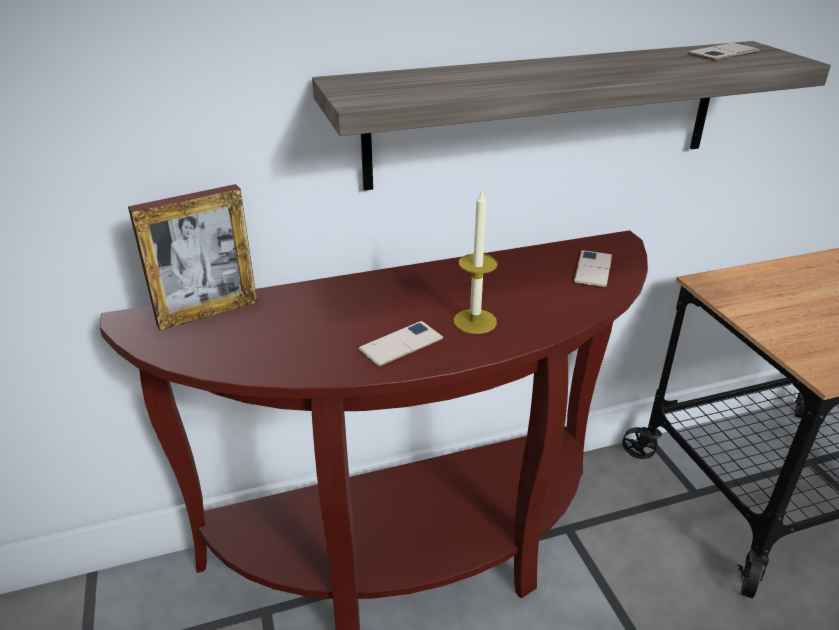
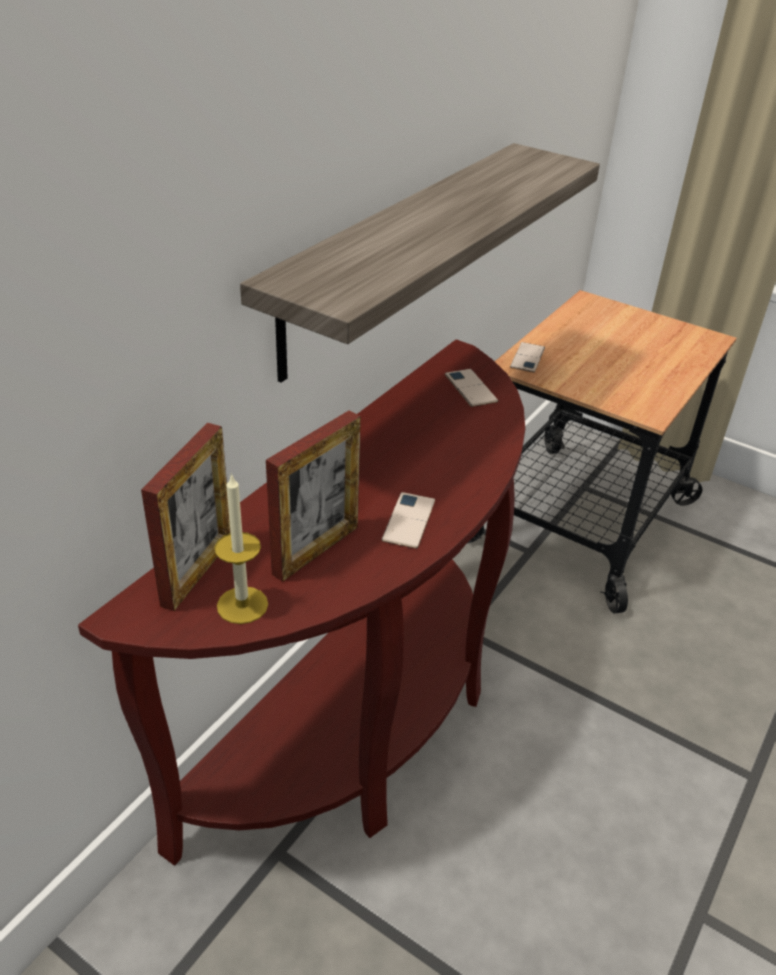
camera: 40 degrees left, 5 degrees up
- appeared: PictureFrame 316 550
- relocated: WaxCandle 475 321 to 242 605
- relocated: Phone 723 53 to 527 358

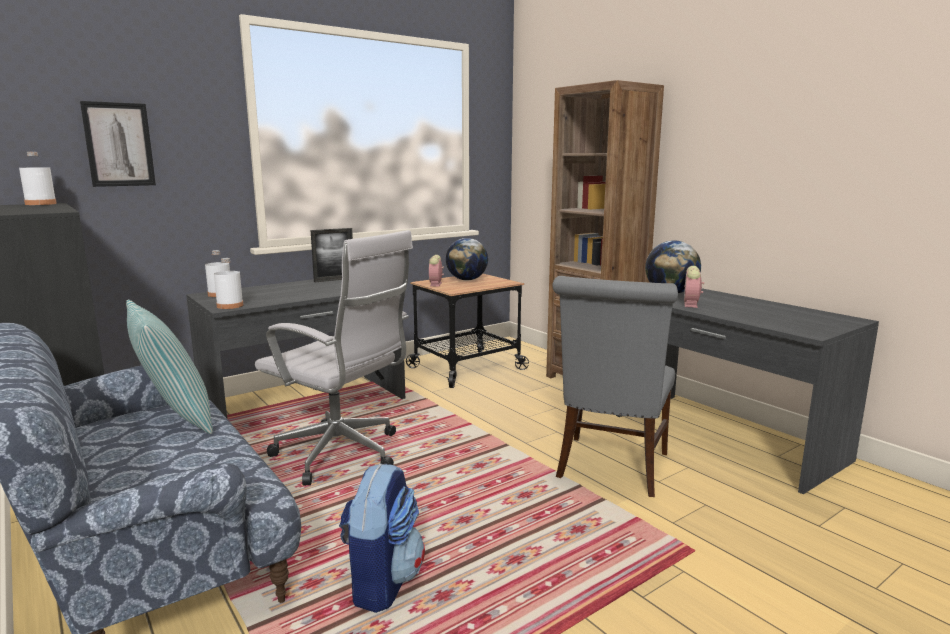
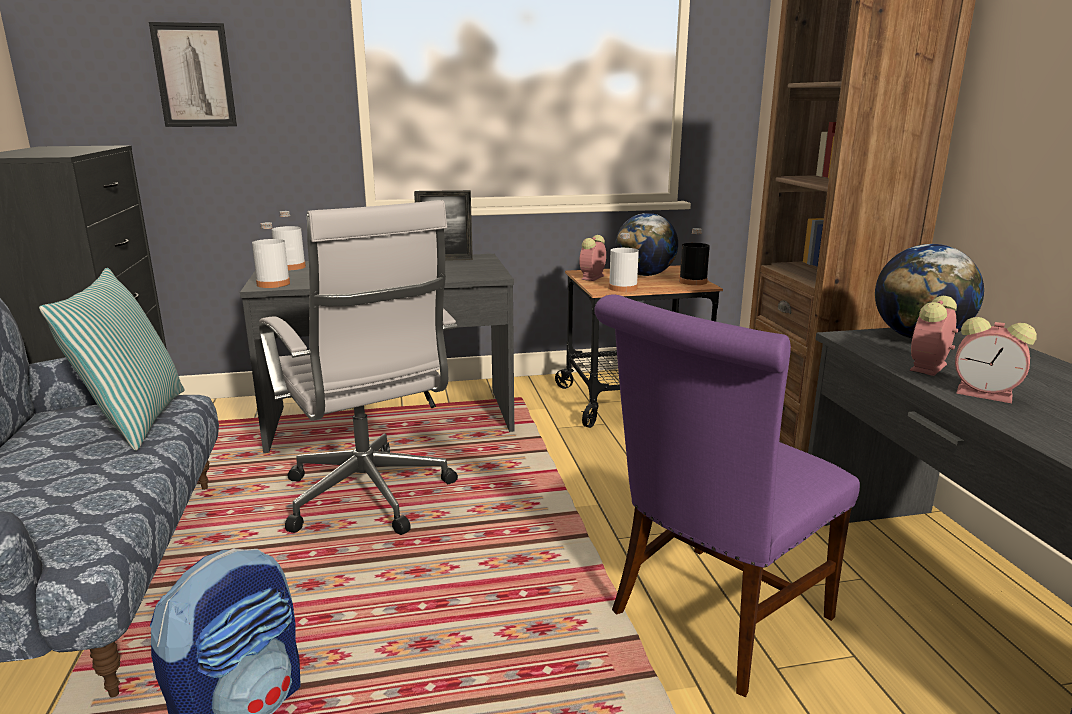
camera: 25 degrees right, 5 degrees up
- appeared: BlackColouredBeverageBottle 693 282
- appeared: AlarmClock 986 394
- relocated: WhiteBeverageBottle 41 204 to 623 288
- colour: GrayUprightChair 610 469 to PurpleUprightChair 712 620

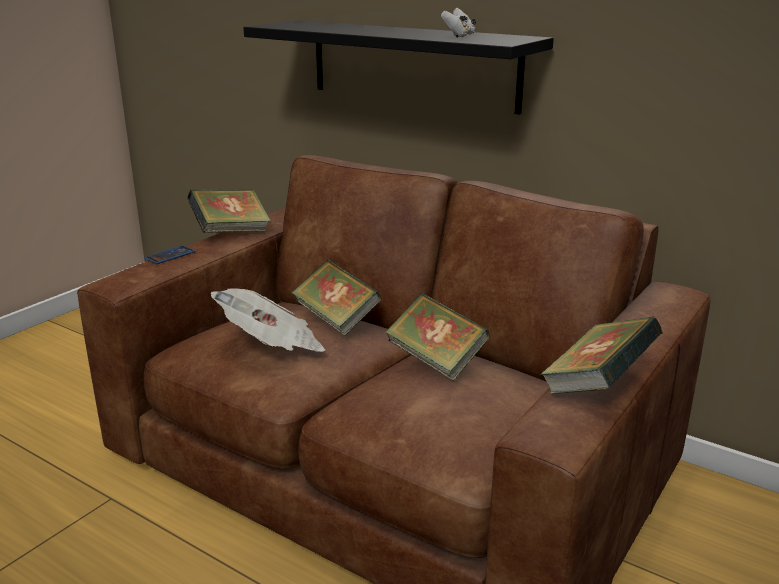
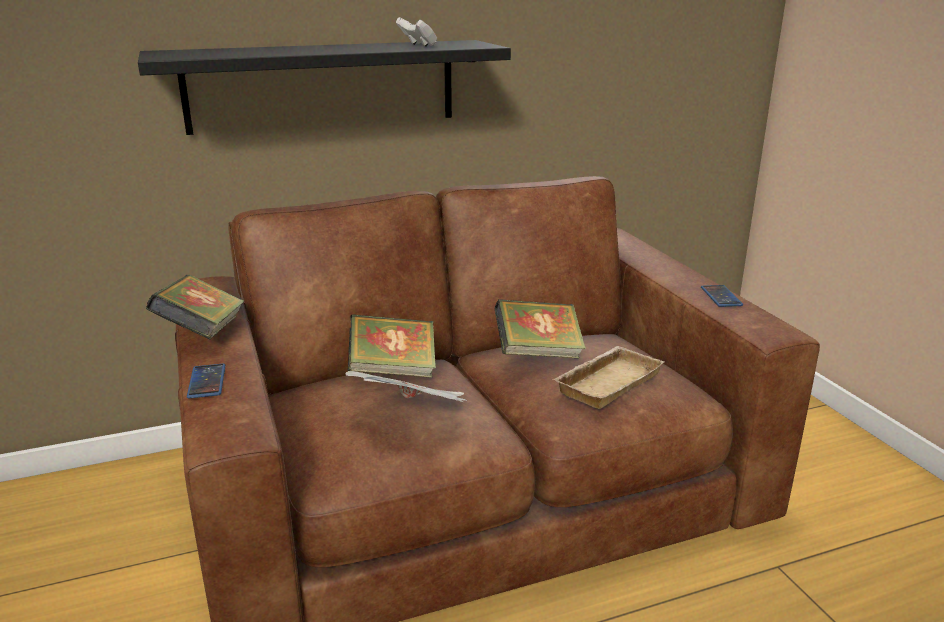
camera: 55 degrees left, 0 degrees up
- appeared: BeigeCarryingTray 606 382
- exchanged: BoundBook 597 386 to Phone 721 296

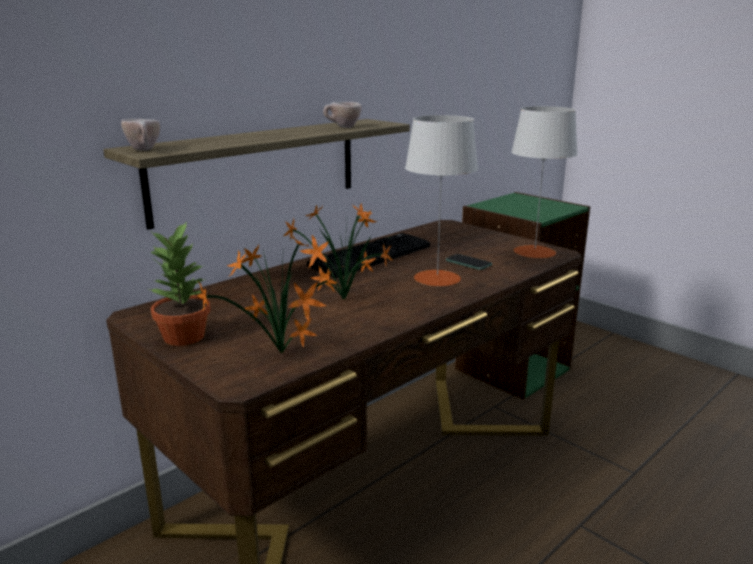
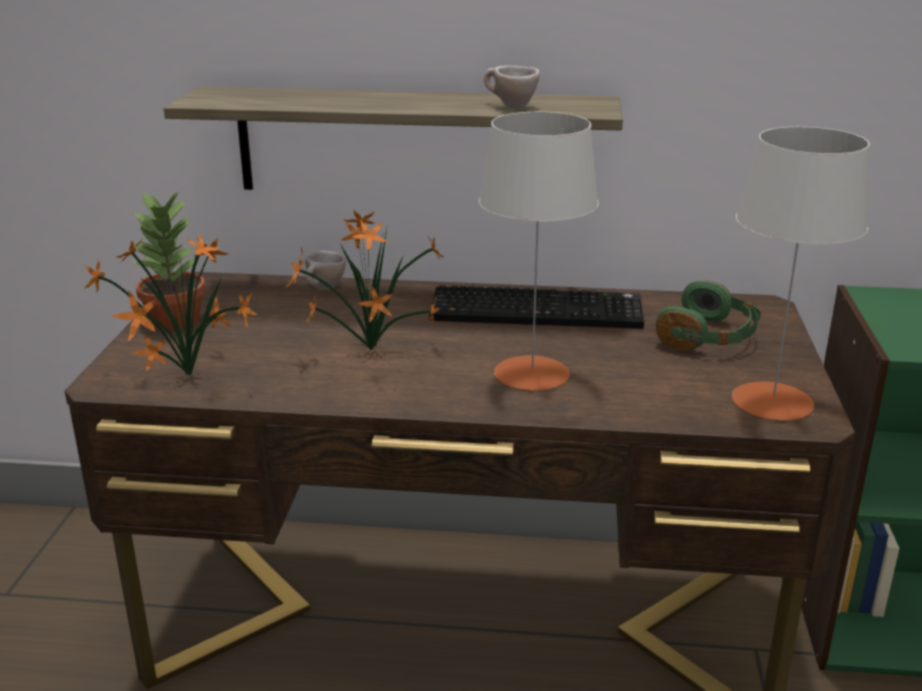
camera: 50 degrees right, 5 degrees up
- missing: Phone 468 263
- appeared: GreenPairOfHeadphones 709 337
- relocated: BeigeCup 145 150 to 324 289

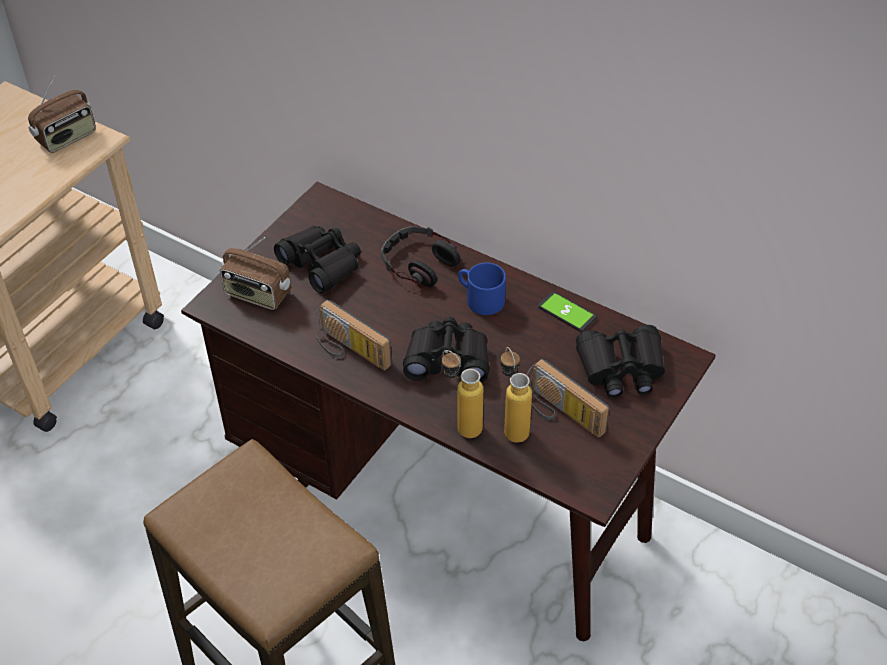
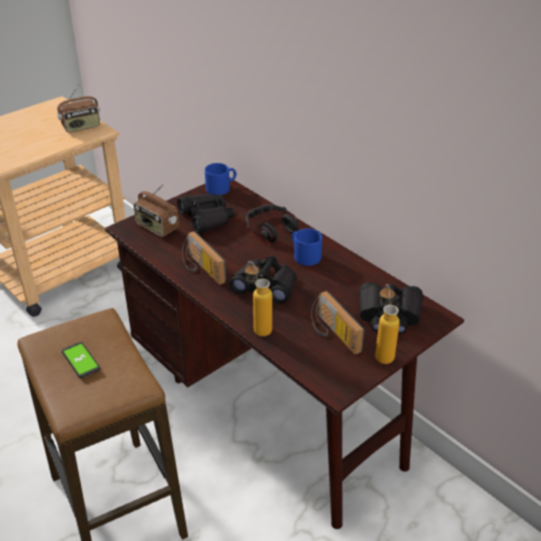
camera: 15 degrees right, 10 degrees down
- appeared: BlueMug 221 187
- relocated: BeverageBottle 512 426 to 382 352
- relocated: Phone 567 312 to 81 360

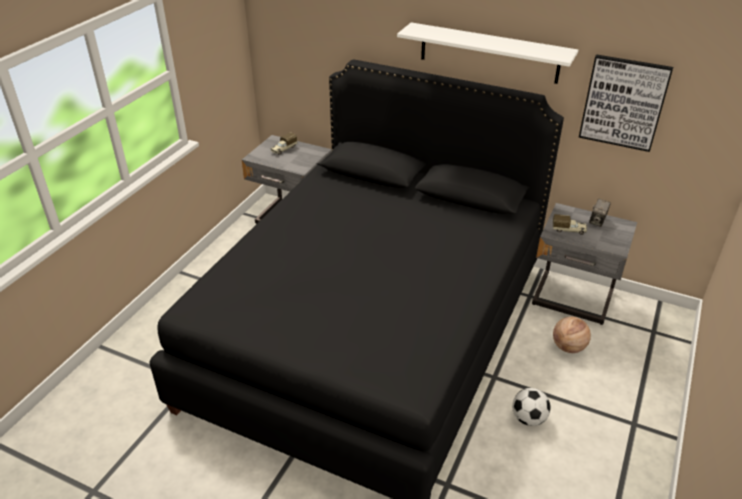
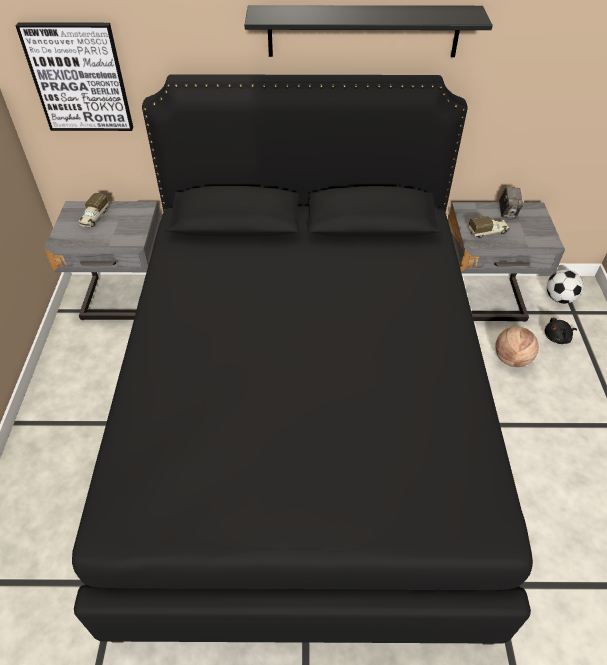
camera: 25 degrees left, 10 degrees up
- appeared: BlackColouredSoftToy 557 338
- relocated: FootballBall 528 418 to 559 298
- relocated: Picture 623 102 to 79 78
- colour: WhiteBracketShelf 489 53 to BlackColouredBracketShelf 363 31

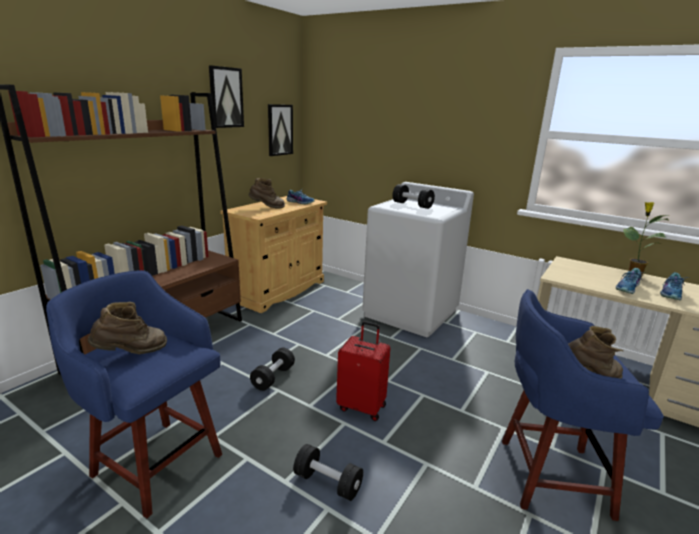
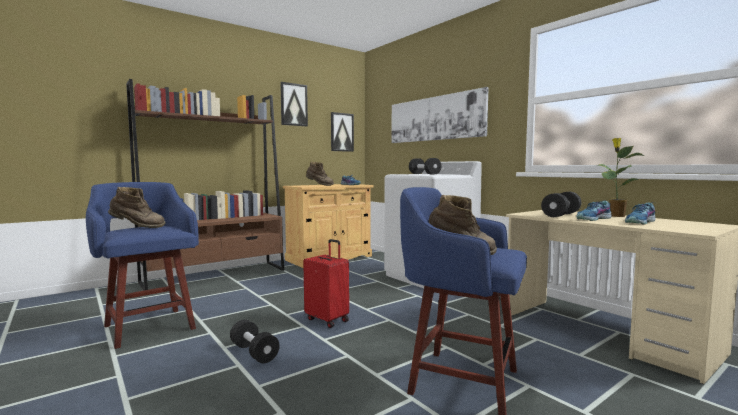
camera: 20 degrees right, 15 degrees down
- appeared: Picture 434 118
- relocated: BlackColouredHandWeight 273 377 to 561 215

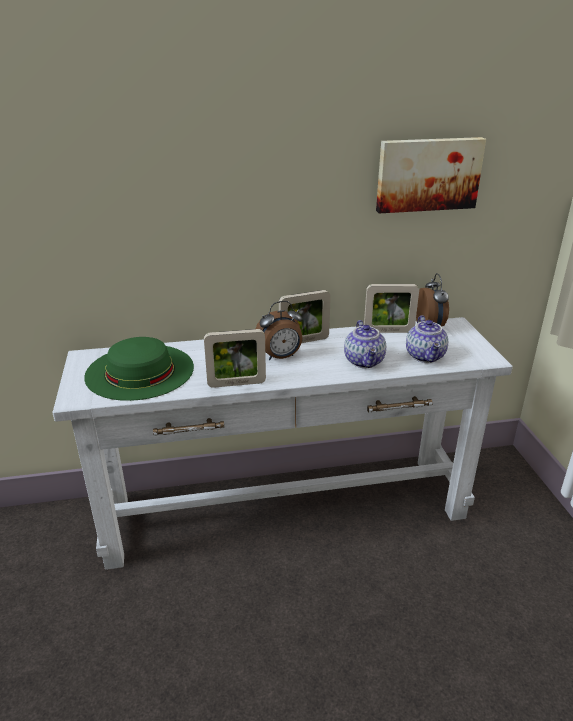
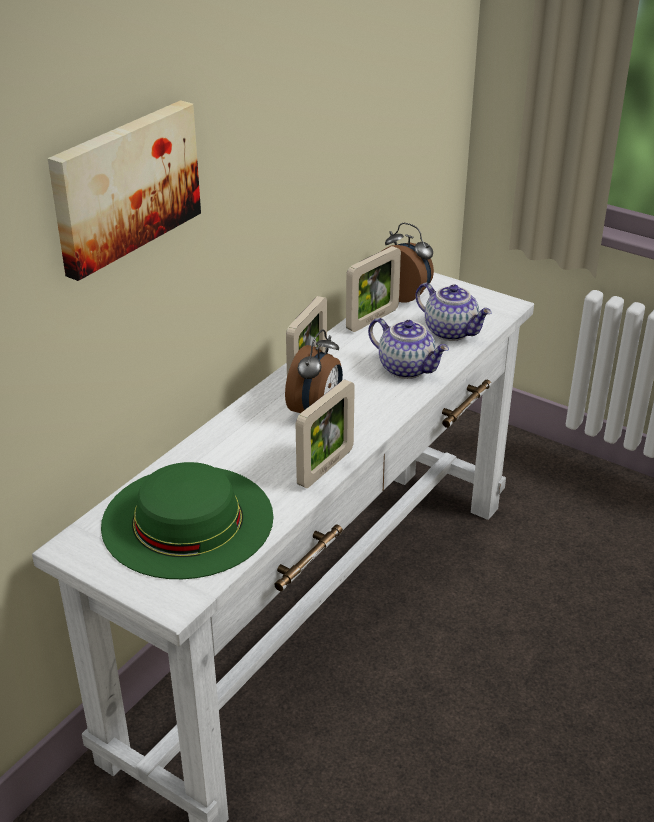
camera: 45 degrees left, 5 degrees up
- relocated: Picture 428 174 to 124 186

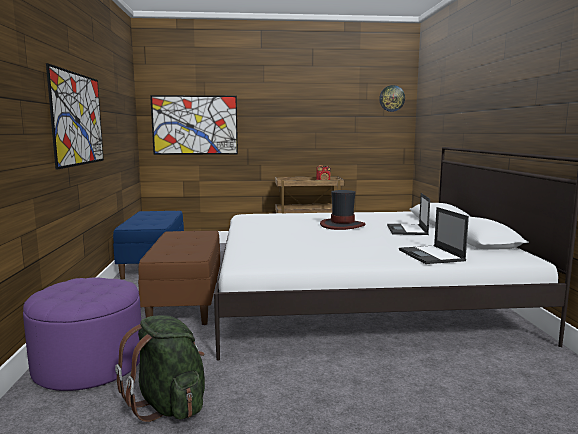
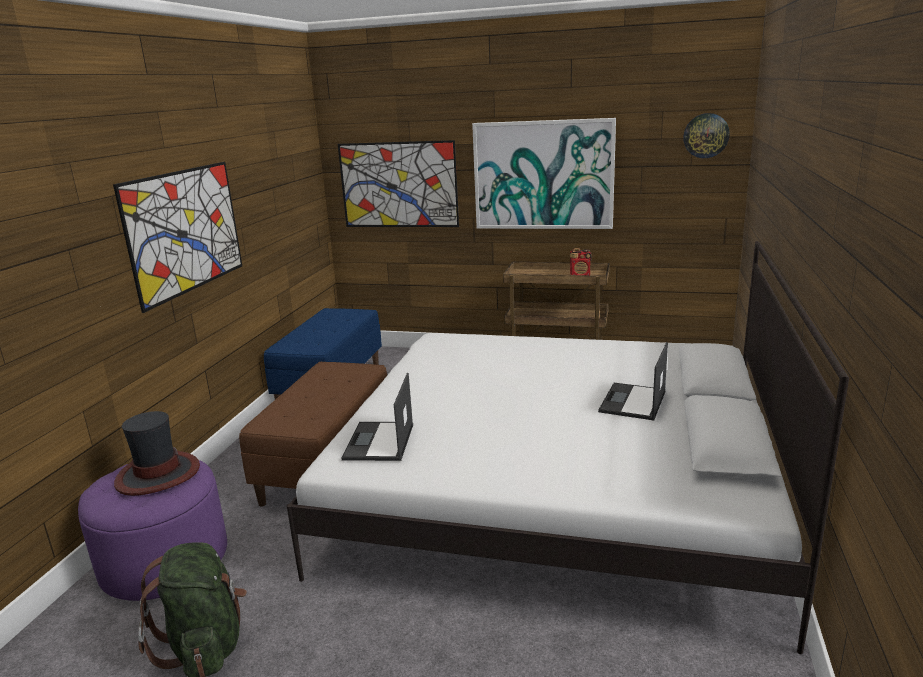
camera: 20 degrees right, 10 degrees up
- appeared: Picture 543 175
- relocated: WearableHat 342 225 to 157 475
- relocated: Laptop 431 255 to 379 442

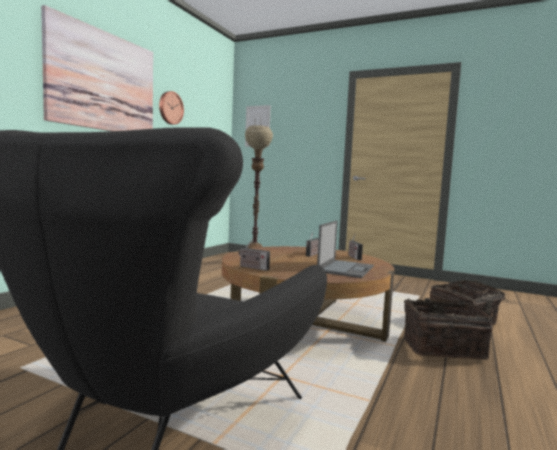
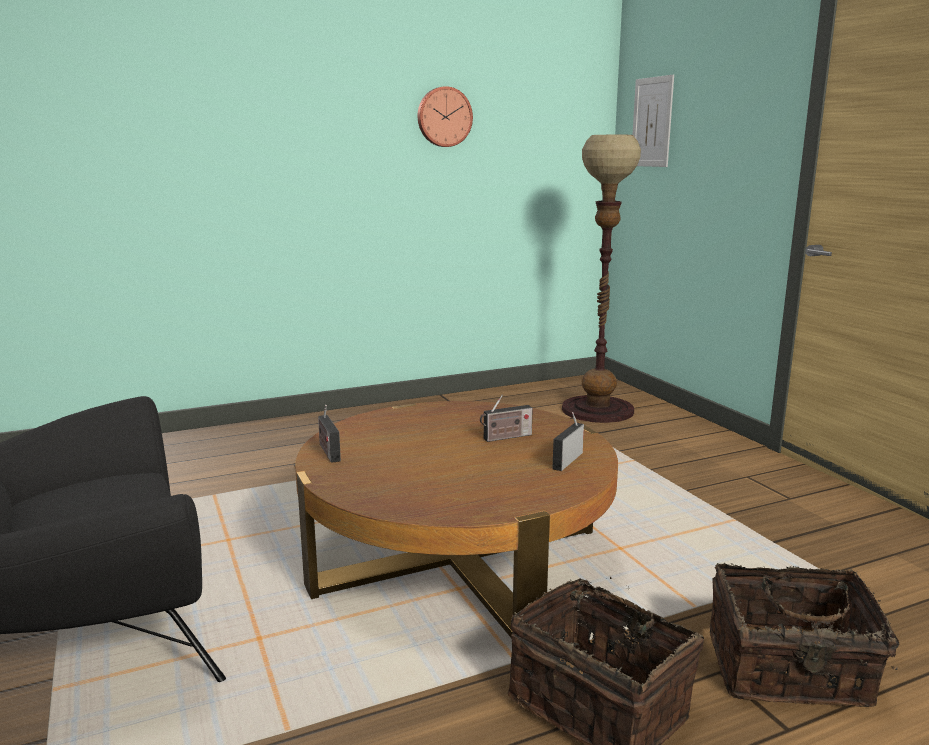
camera: 40 degrees right, 10 degrees up
- missing: Picture 103 81
- missing: Laptop 346 269

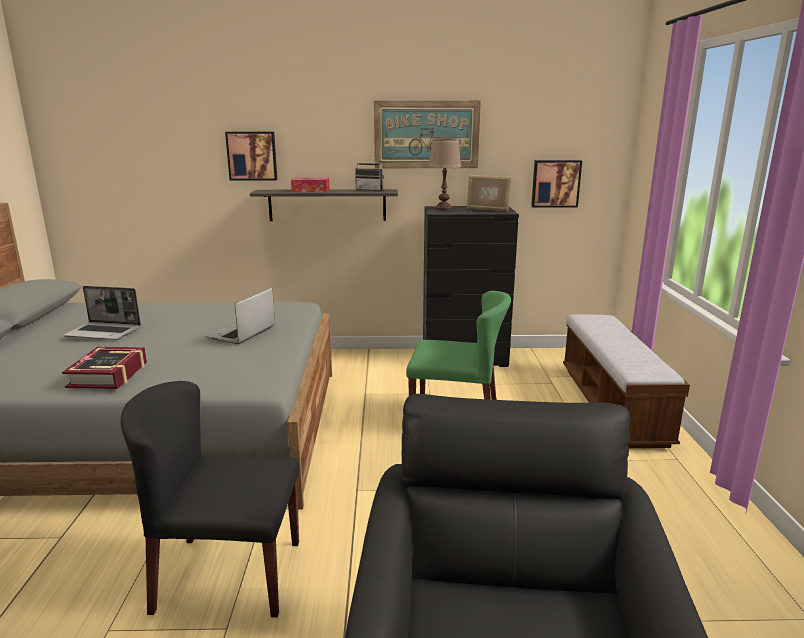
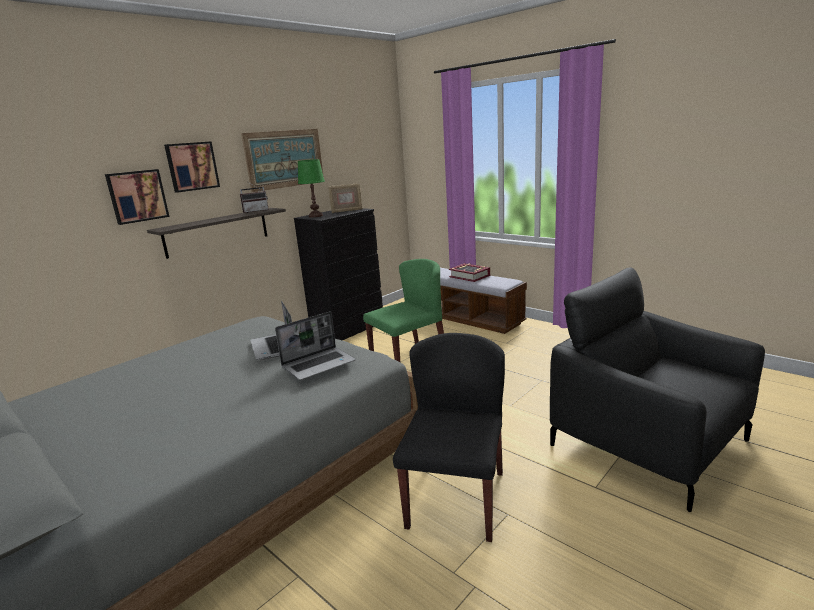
camera: 45 degrees left, 0 degrees up
- missing: TissueBox 310 191
- relocated: BoundBook 109 375 to 469 276
- relocated: Laptop 104 332 to 319 364
- relocated: Picture 555 183 to 192 166
- colour: BrownLampForATable 443 208 to GreenLampForATable 315 216
- spun: BlackColouredUprightChair 227 575 = 456 498 150 degrees clockwise

